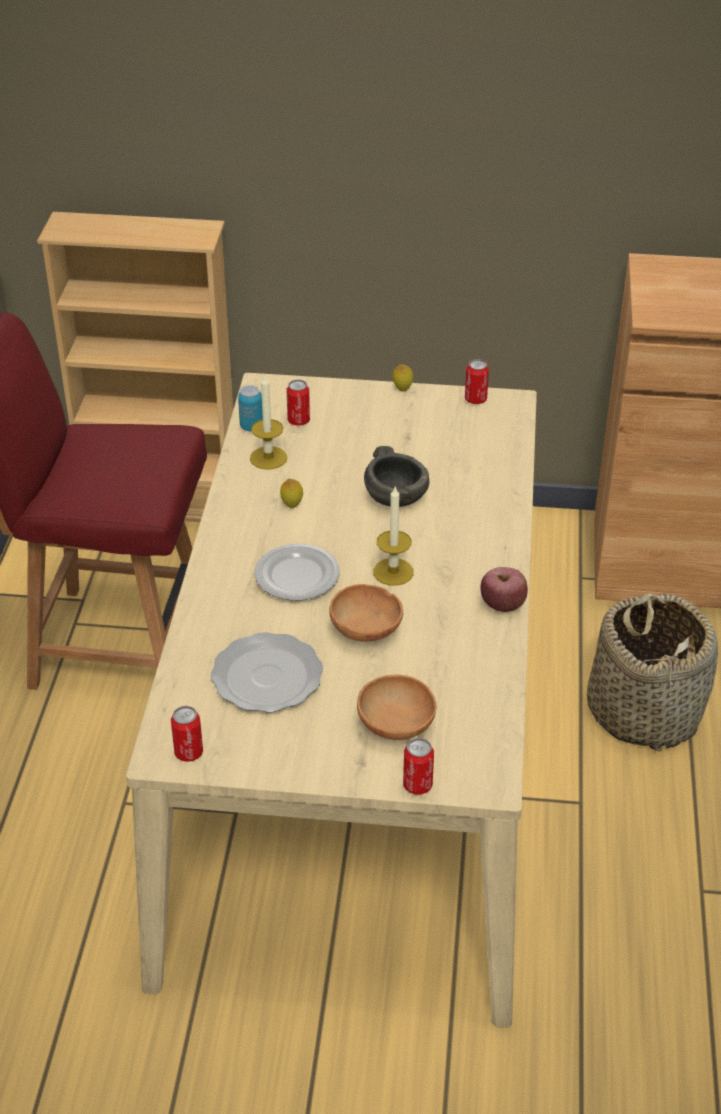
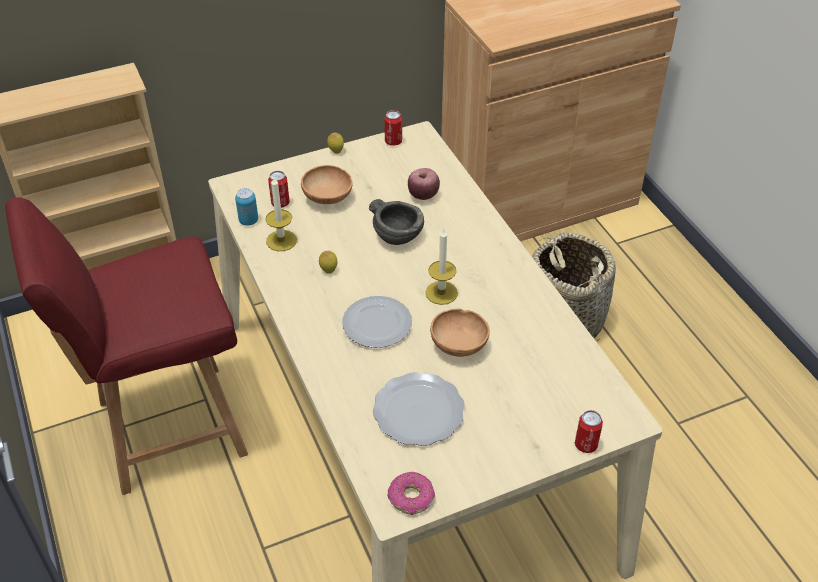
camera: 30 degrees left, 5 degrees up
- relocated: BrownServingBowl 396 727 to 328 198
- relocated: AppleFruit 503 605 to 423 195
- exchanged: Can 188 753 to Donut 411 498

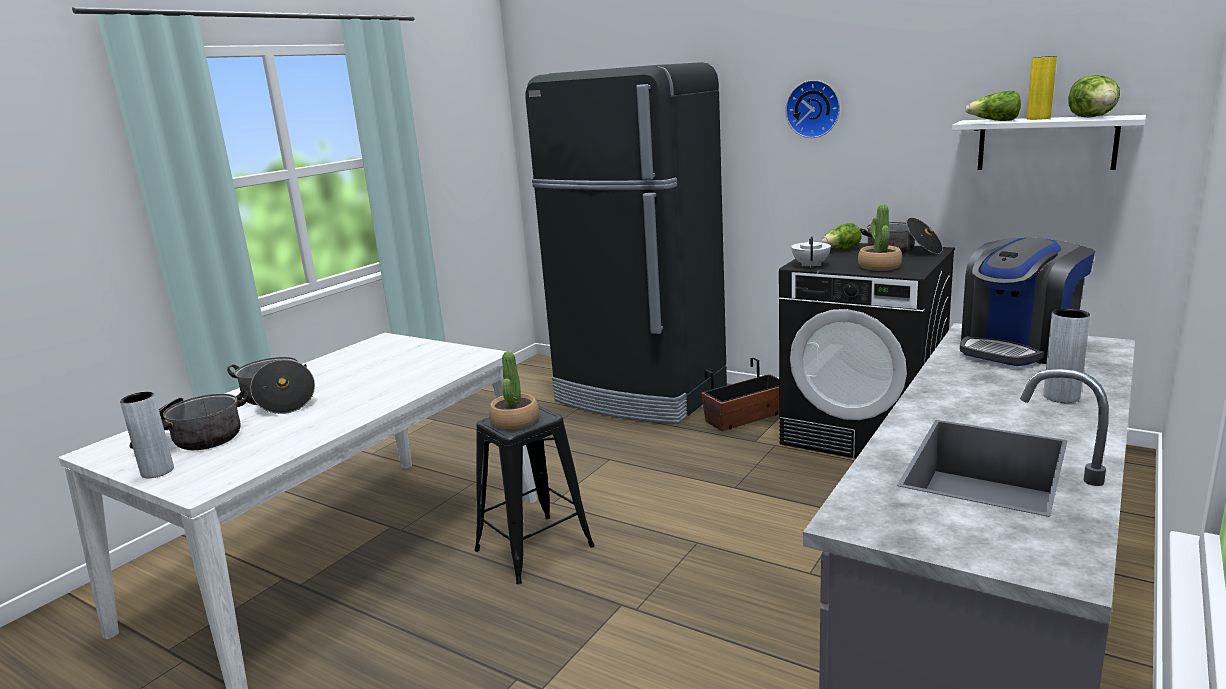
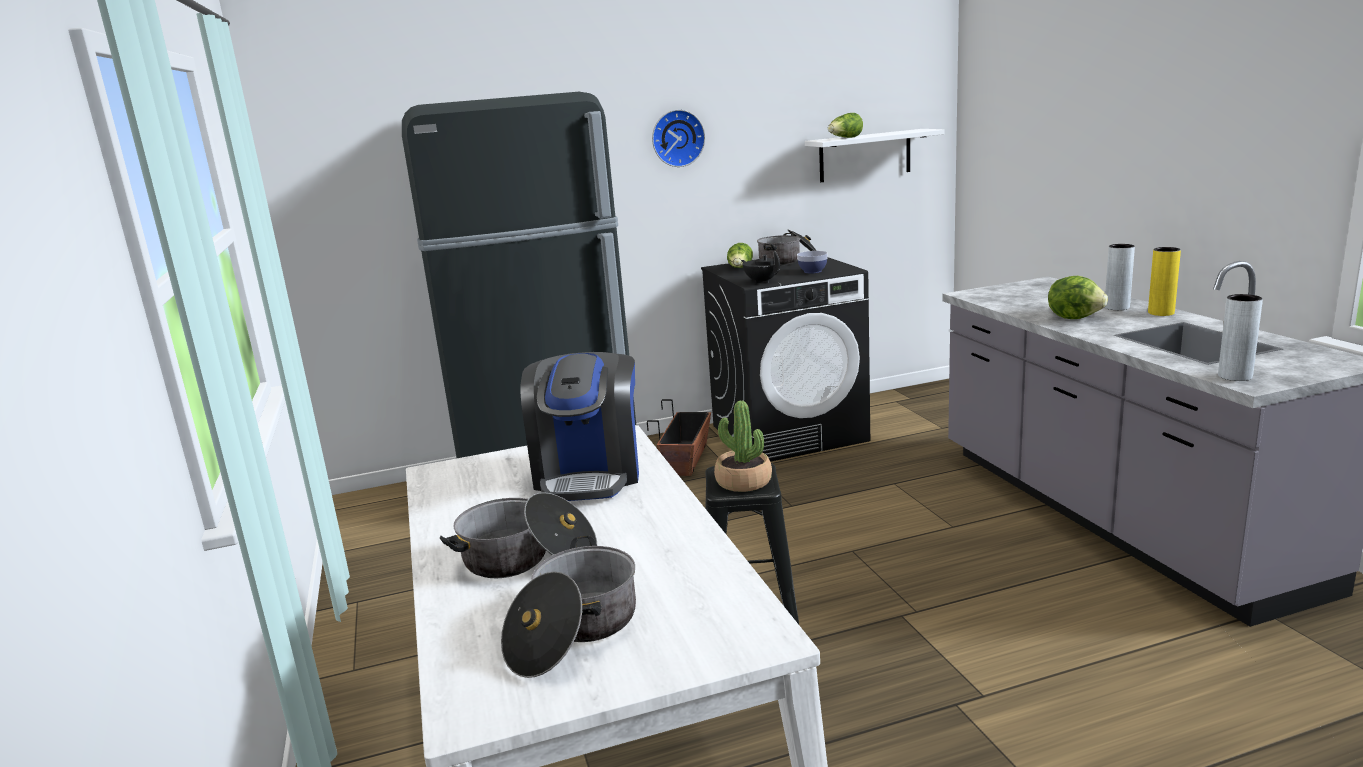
camera: 50 degrees left, 0 degrees up
- relocated: GrayDecorativeVase 157 471 to 1235 376
- relocated: CoffeeMaker 1017 347 to 589 474
- relocated: YellowishDecorativeVase 1038 118 to 1161 313
- relocated: HeadOfLettuce 1092 117 to 1074 318
- exchanged: PlantInAPot 879 267 to ServingBowl 812 271
- colour: WhiteTeaPot 811 265 to BlackColouredTeaPot 761 281

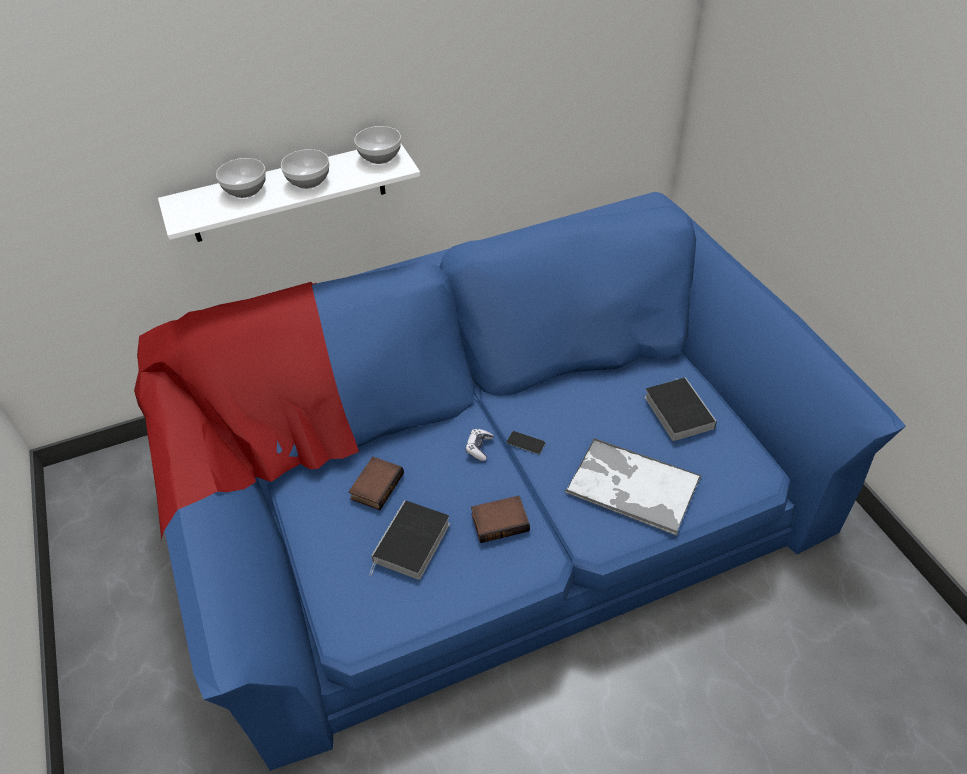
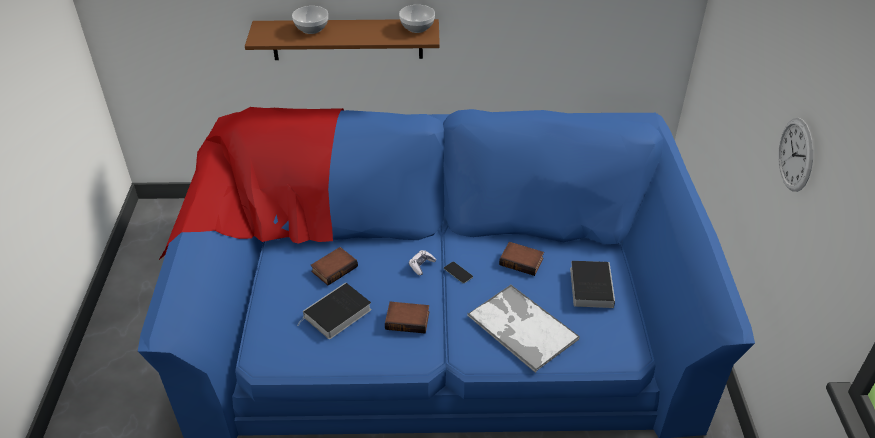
camera: 20 degrees right, 5 degrees down
- missing: ServingBowl 308 180
- appeared: BoundBook 522 261
- appeared: HangingClock 796 154
- colour: WhiteBracketShelf 288 192 to BrownBracketShelf 347 39

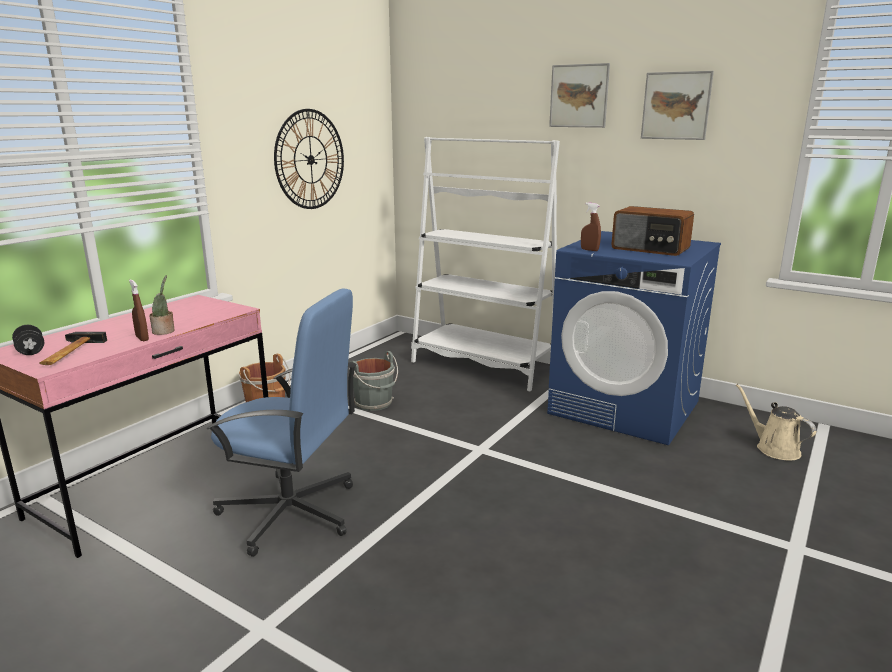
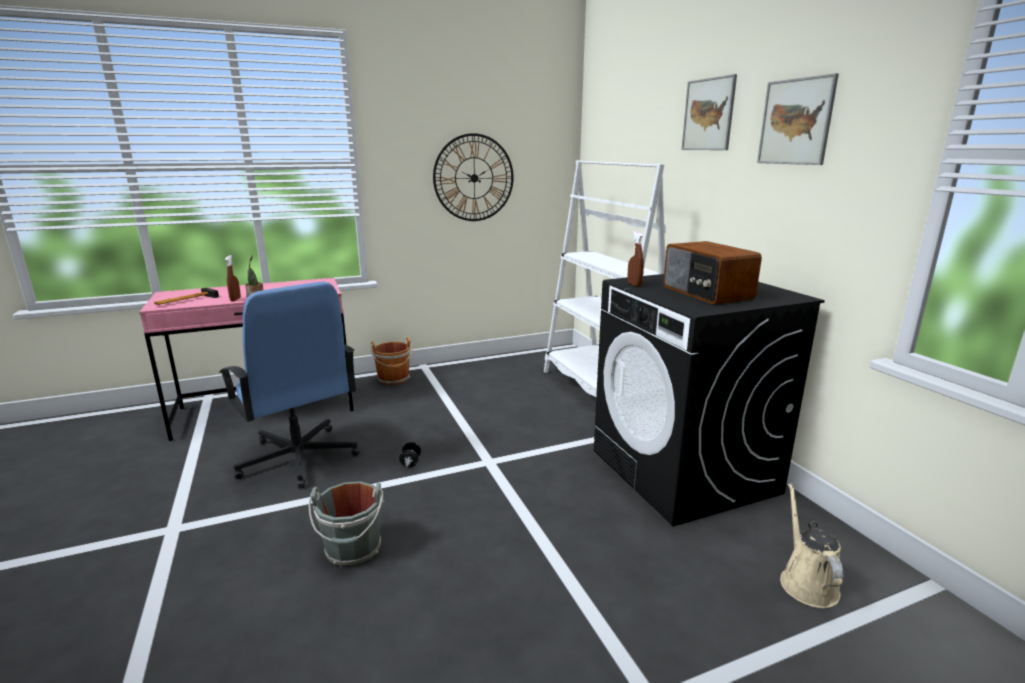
camera: 35 degrees right, 0 degrees up
- relocated: BlackColouredHandWeight 31 351 to 410 462
- relocated: GrayPail 374 403 to 353 551
- colour: BlueWashingMachine 625 407 to BlackColouredWashingMachine 683 471

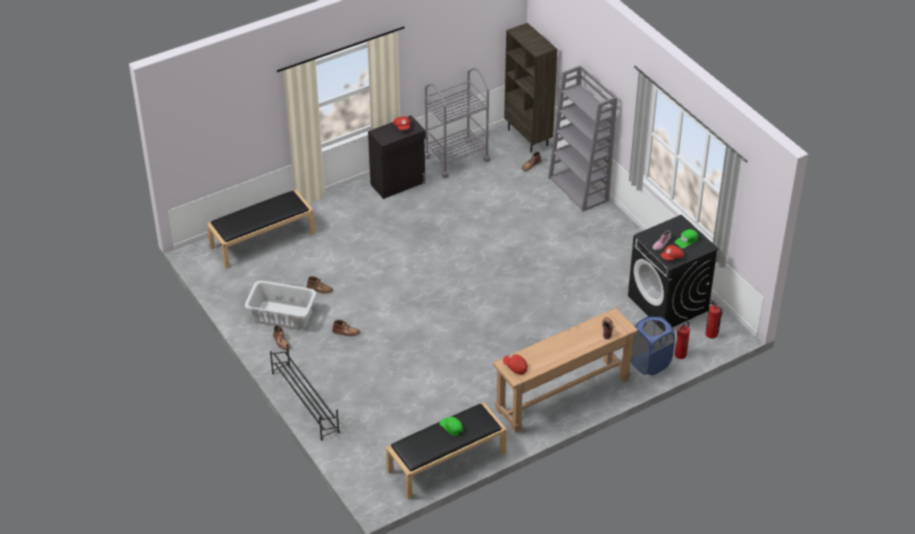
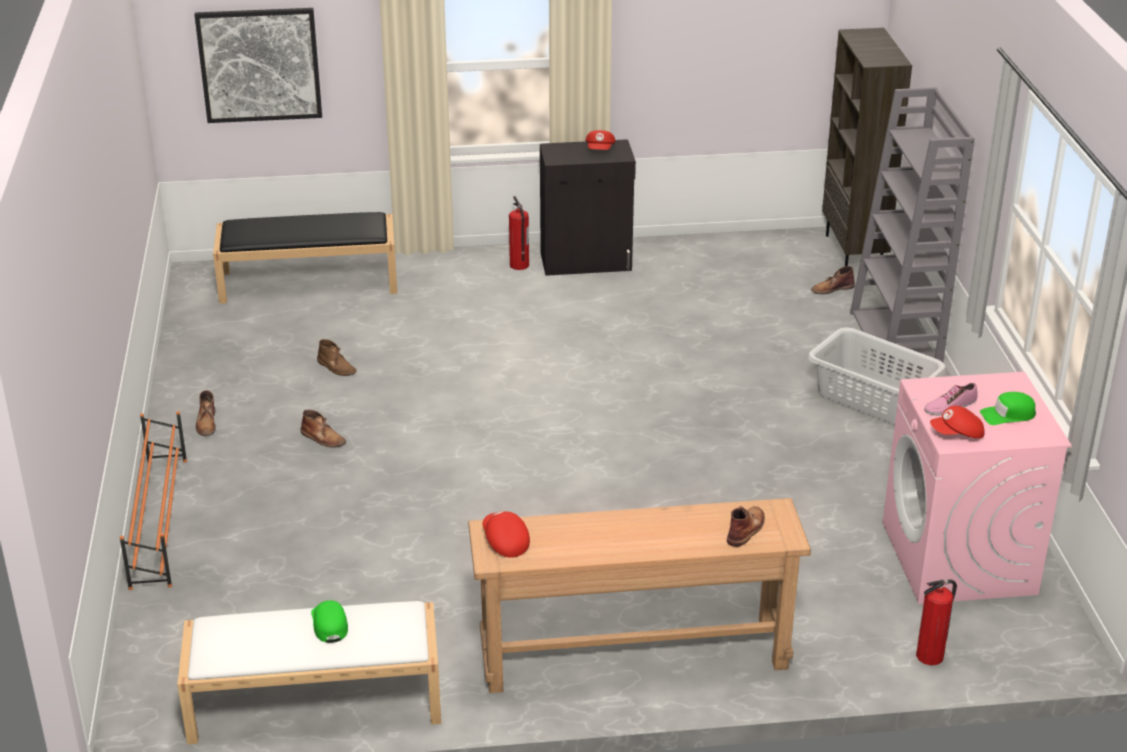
camera: 25 degrees right, 10 degrees down
- missing: GrayCart 456 158
- missing: BlueWashingBasket 649 363
- appeared: Picture 259 65
- relocated: GrayWashingBasket 282 315 to 872 397
- relocated: FireExtinguisher 711 334 to 519 265
- colour: BlackColouredShoeStand 305 401 to OrangeShoeStand 160 521
- colour: BlackColouredBench 446 462 to WhiteBench 313 702
- colour: BlackColouredWashingMachine 668 303 to PinkishWashingMachine 959 559

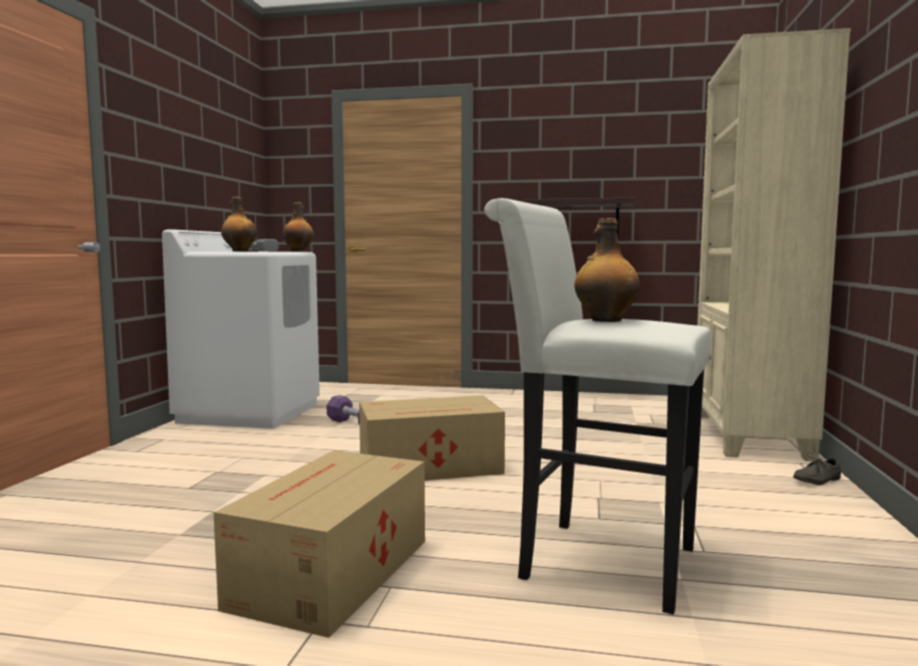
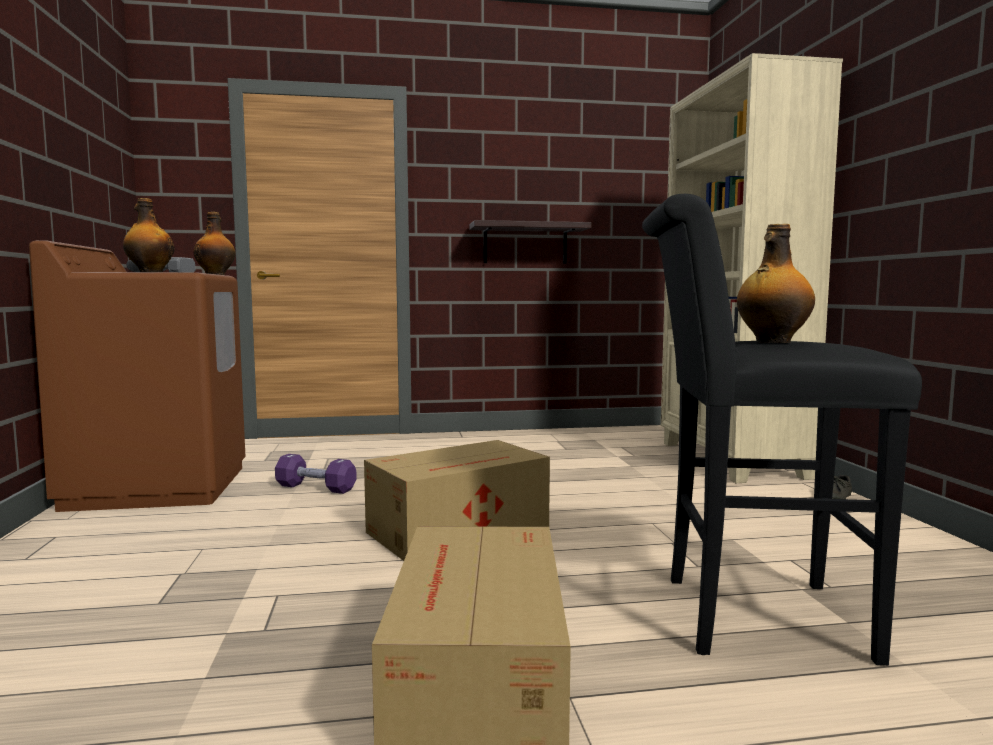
camera: 20 degrees left, 0 degrees up
- colour: WhiteWashingMachine 250 413 to BrownWashingMachine 158 486
- colour: WhiteSittingStool 594 560 to BlackColouredSittingStool 747 616

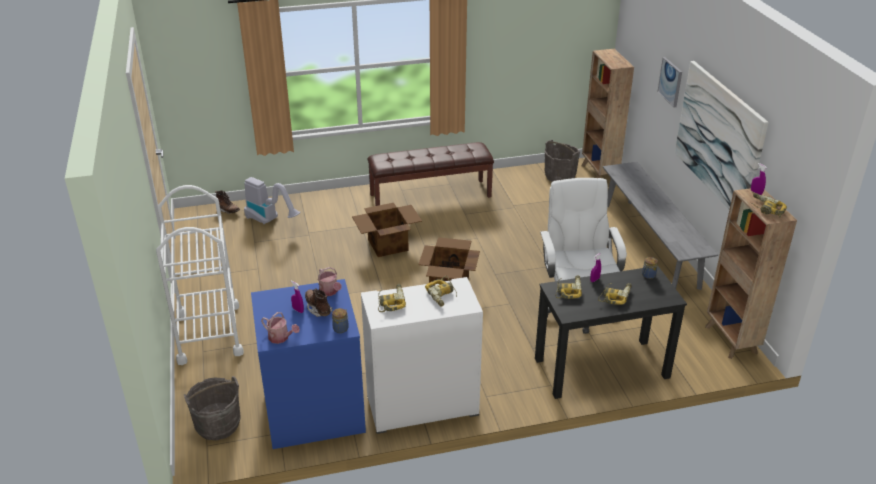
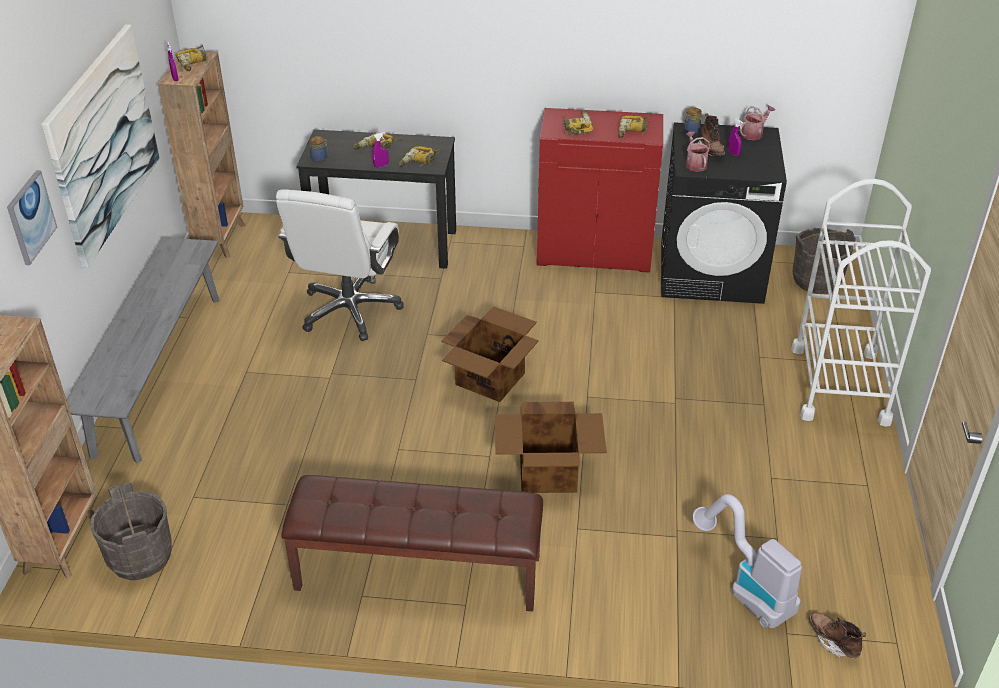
camera: 160 degrees left, 5 degrees up
- colour: BlueWashingMachine 313 410 to BlackColouredWashingMachine 711 272
- colour: WhiteCupboard 422 406 to ReddishCupboard 595 252
- spun: WateringPot 281 338 = 754 133 90 degrees clockwise

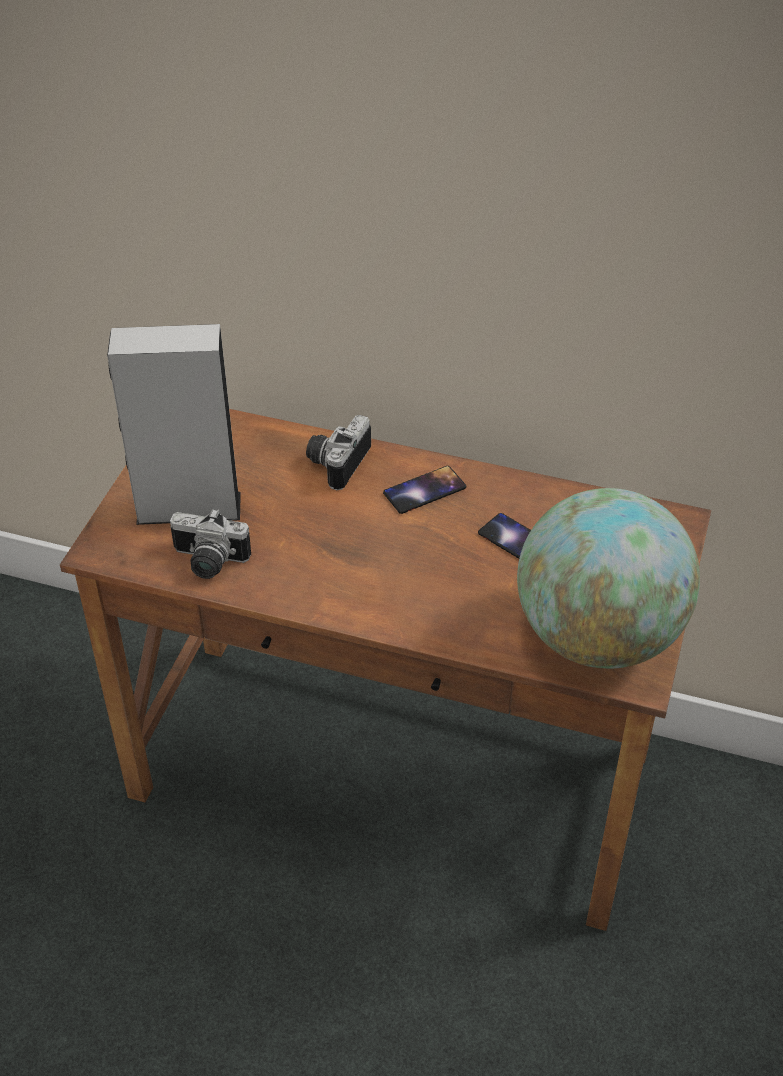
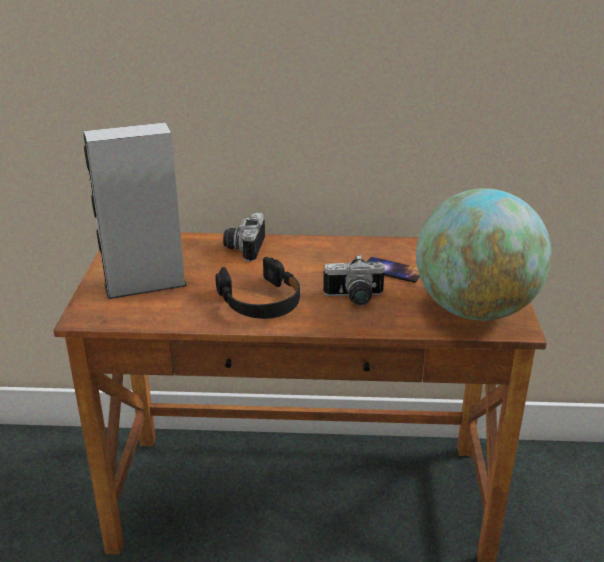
camera: 15 degrees left, 15 degrees down
- missing: Phone 424 490
- appeared: BlackColouredPairOfHeadphones 261 301
- relocated: PhotoCamera 208 562 to 354 298

